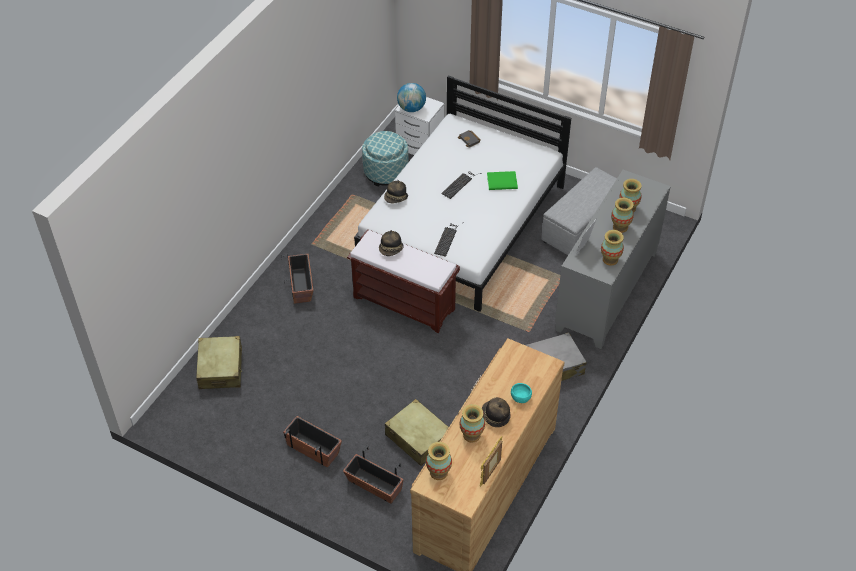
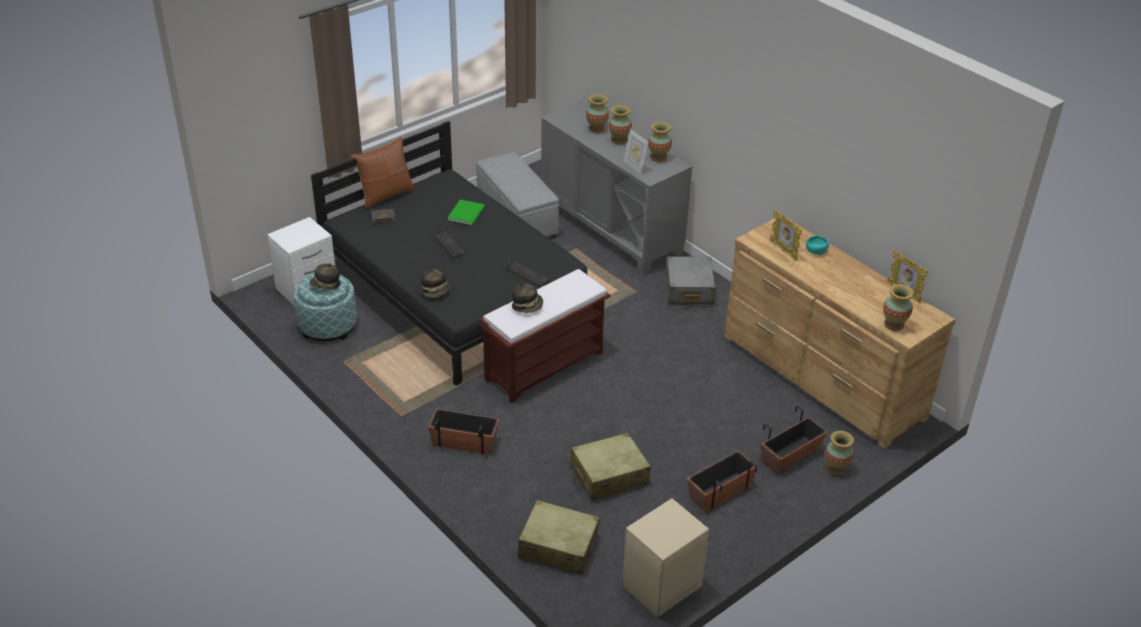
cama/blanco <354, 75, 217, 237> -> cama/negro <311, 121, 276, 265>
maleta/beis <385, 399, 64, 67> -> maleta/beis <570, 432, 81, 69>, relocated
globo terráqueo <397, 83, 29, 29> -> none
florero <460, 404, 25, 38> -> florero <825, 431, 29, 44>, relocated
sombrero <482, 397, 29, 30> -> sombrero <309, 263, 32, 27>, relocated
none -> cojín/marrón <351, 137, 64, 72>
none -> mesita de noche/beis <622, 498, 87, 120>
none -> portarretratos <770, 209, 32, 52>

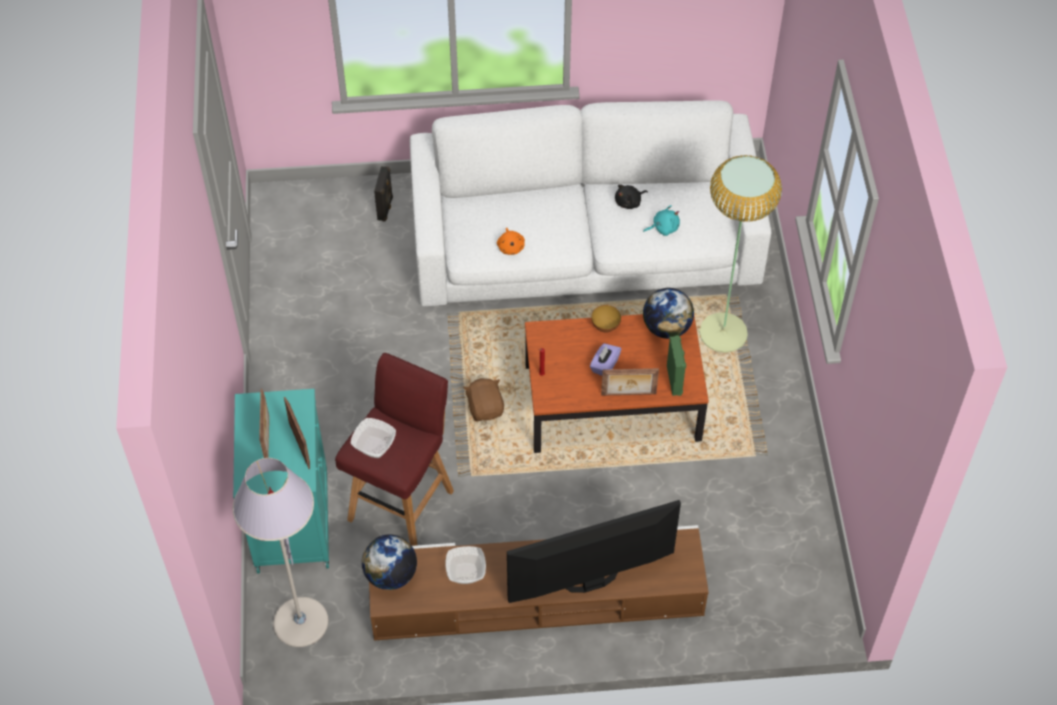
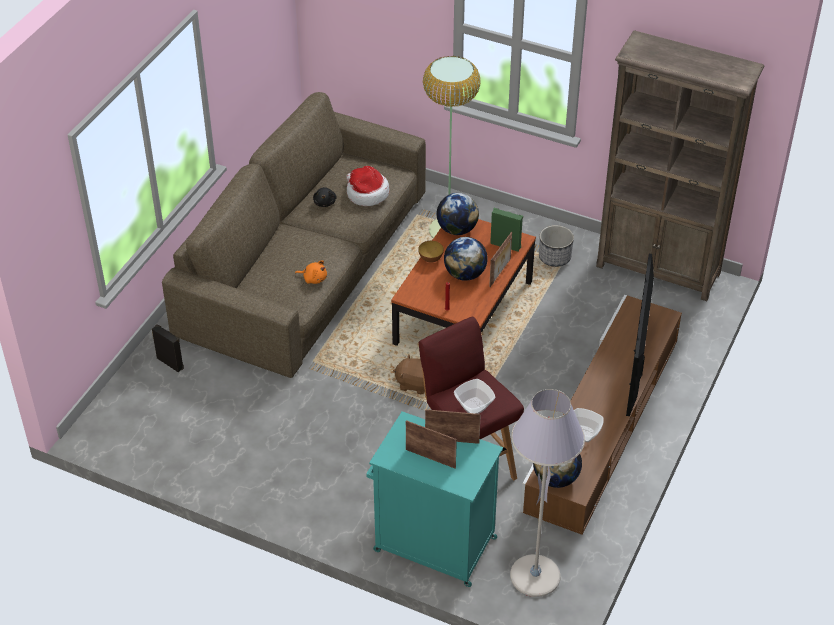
sofá/blanco <410, 100, 361, 206> -> sofá/marrón <162, 92, 264, 286>
caja de pañuelos/morado <590, 343, 31, 33> -> globo terráqueo <444, 237, 44, 44>
peluche/turquesa <643, 205, 37, 31> -> sombrero <346, 166, 44, 40>
none -> maceta <539, 225, 35, 42>
none -> estantería/marrón <596, 31, 168, 270>

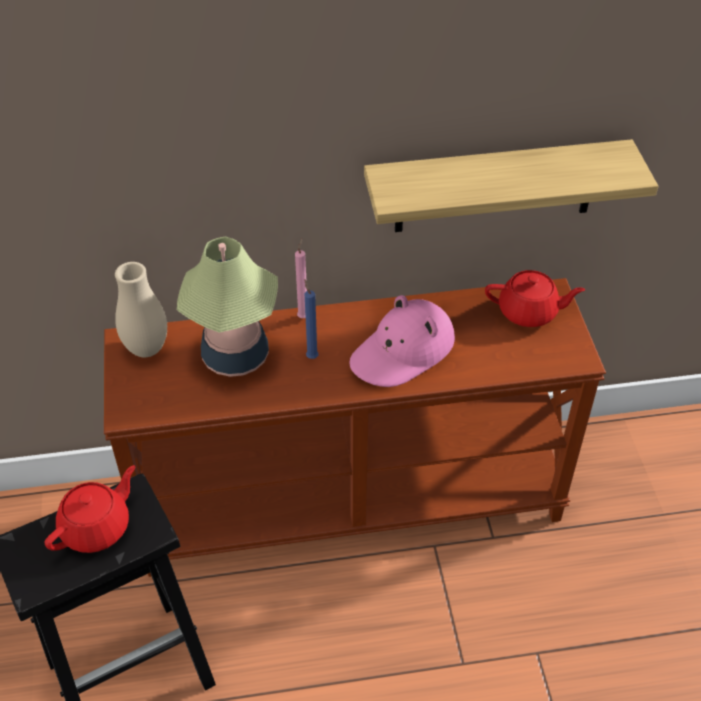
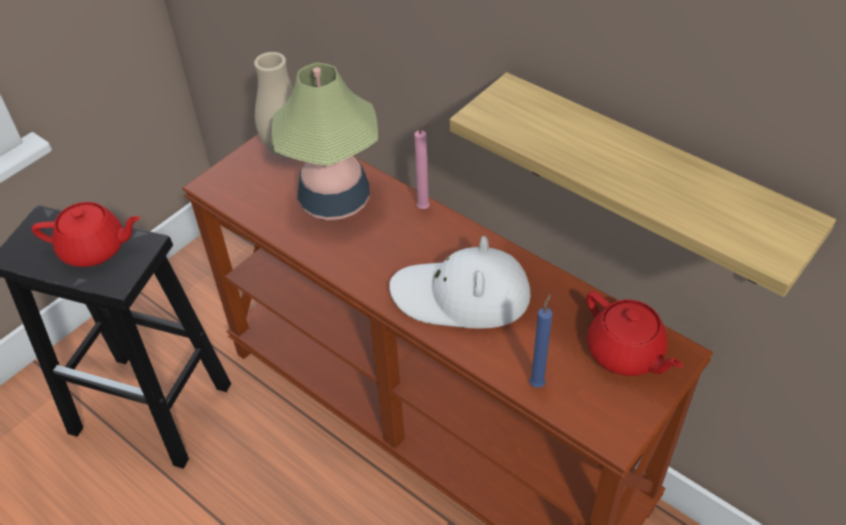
vela/azul <305, 280, 14, 79> -> vela/azul <529, 293, 23, 95>, relocated
sombrero/rosa <349, 295, 106, 92> -> sombrero/blanco <389, 236, 142, 92>

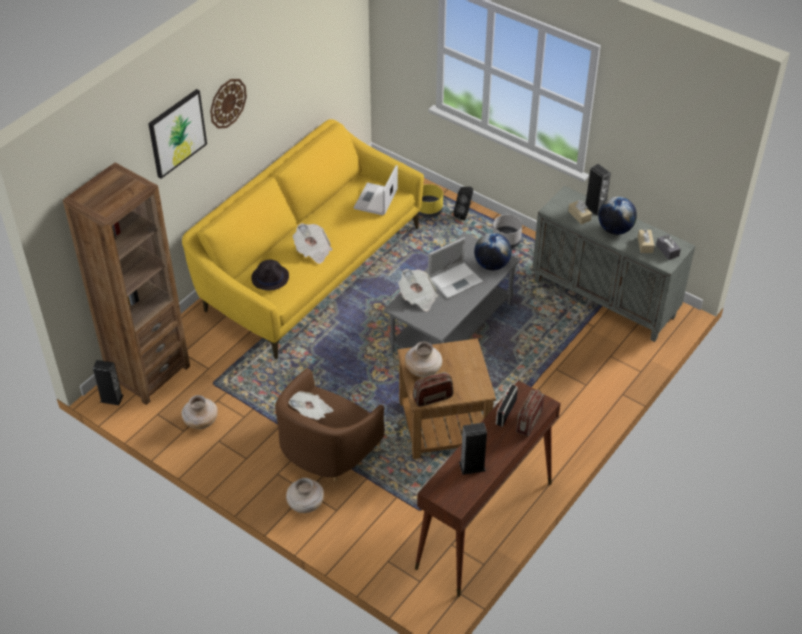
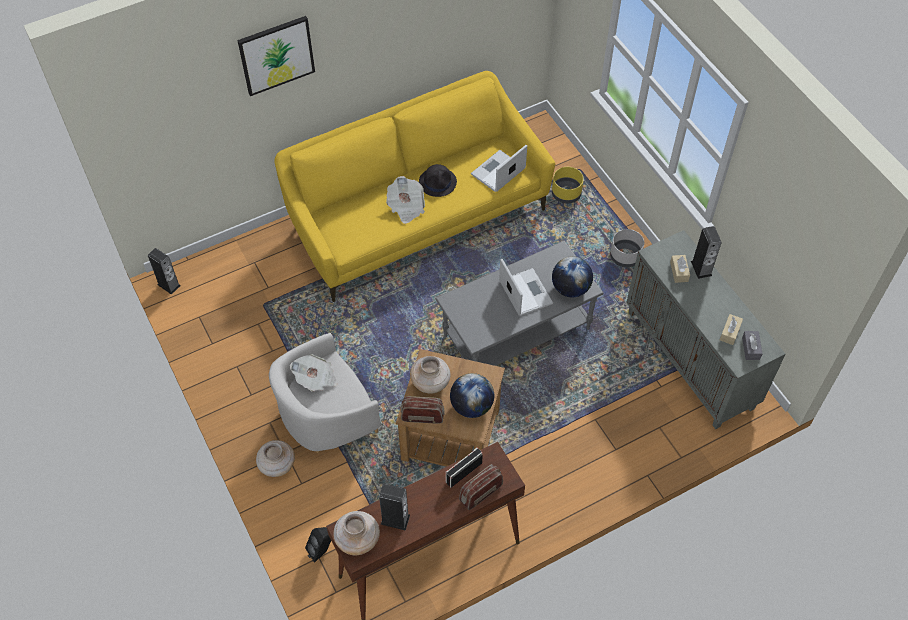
estantería/marrón <63, 163, 127, 242> -> none
florero/beis <182, 395, 36, 34> -> florero/beis <333, 511, 47, 45>, relocated
reloj de pared <210, 79, 37, 50> -> none
sombrero/negro <251, 260, 38, 31> -> sombrero/negro <419, 164, 38, 33>, relocated
sillón/marrón <275, 368, 109, 114> -> sillón/blanco <269, 333, 112, 120>
periódico <398, 269, 41, 42> -> none
portátil <428, 238, 55, 61> -> portátil <499, 259, 54, 57>, 105 degrees counterclockwise
altavoz/negro <453, 187, 20, 33> -> altavoz/negro <305, 527, 26, 36>, relocated
globo terráqueo <598, 197, 39, 38> -> globo terráqueo <450, 373, 44, 45>, relocated

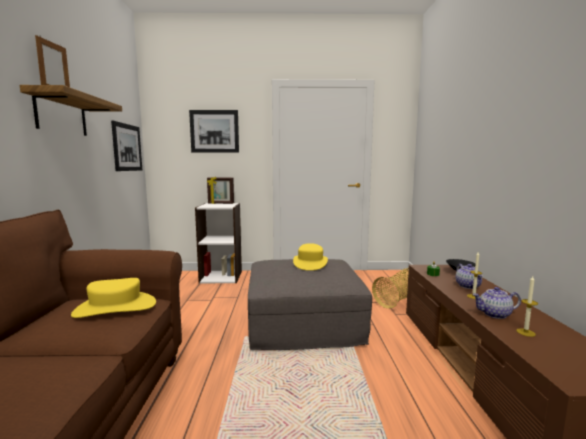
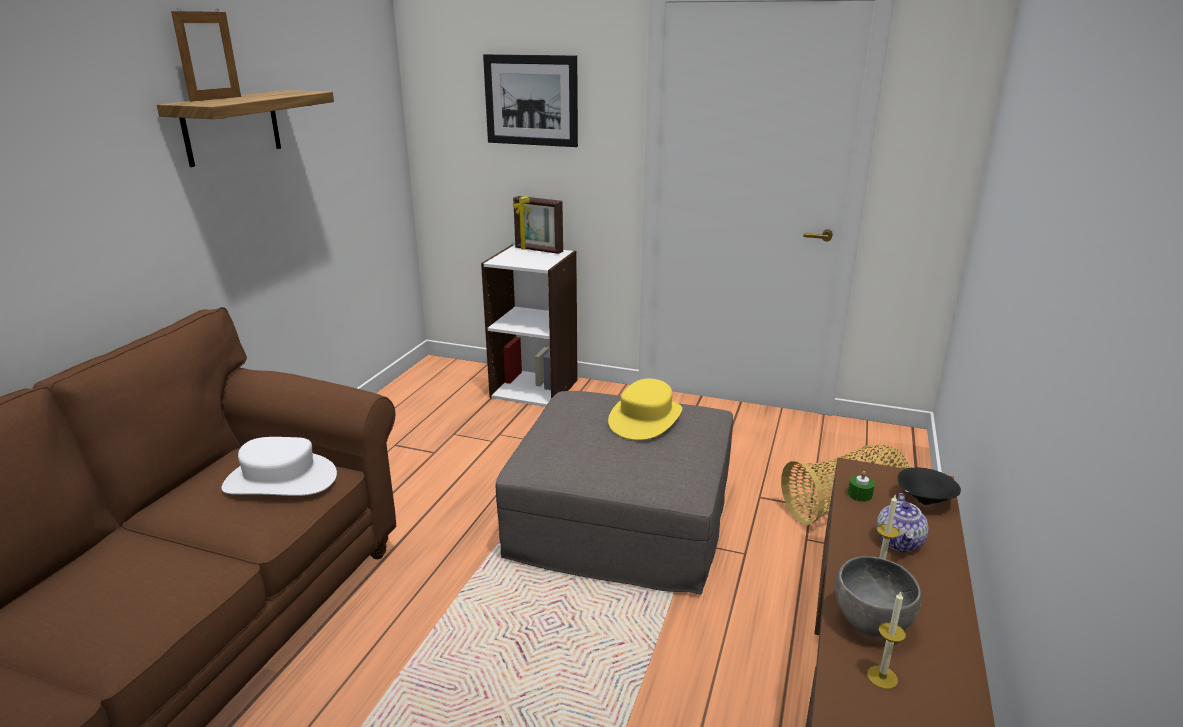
sombrero/amarillo <71, 278, 85, 40> -> sombrero/blanco <221, 437, 116, 59>
cuadro <111, 121, 31, 50> -> none
tetera <472, 287, 49, 32> -> cuenco/gris <835, 556, 87, 81>

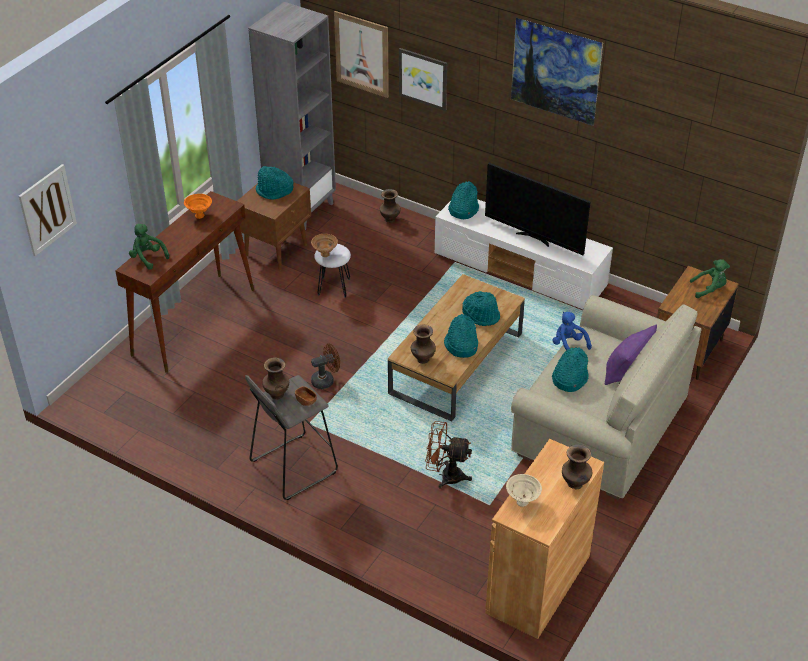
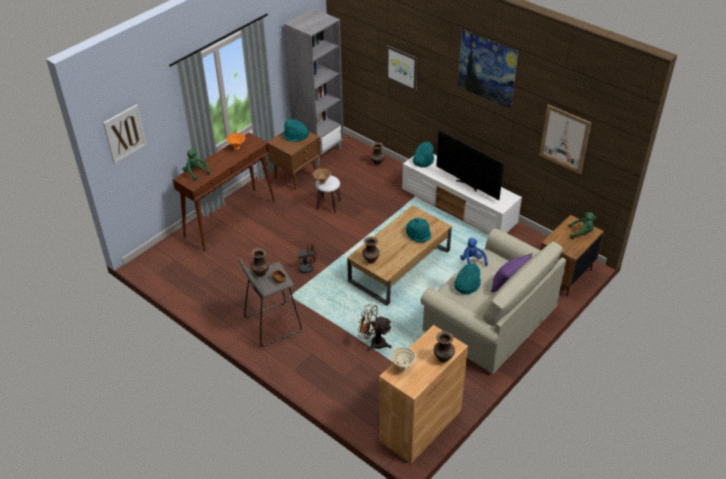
cuadro <334, 11, 55, 87> -> cuadro <539, 105, 52, 69>, relocated
sombrero/turquesa <444, 314, 34, 44> -> none

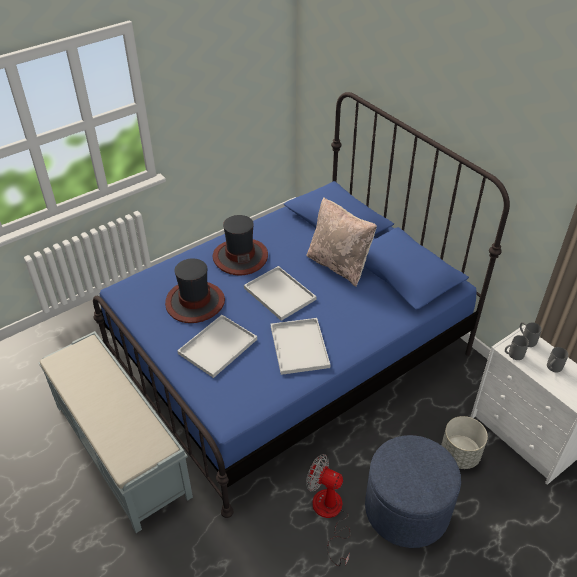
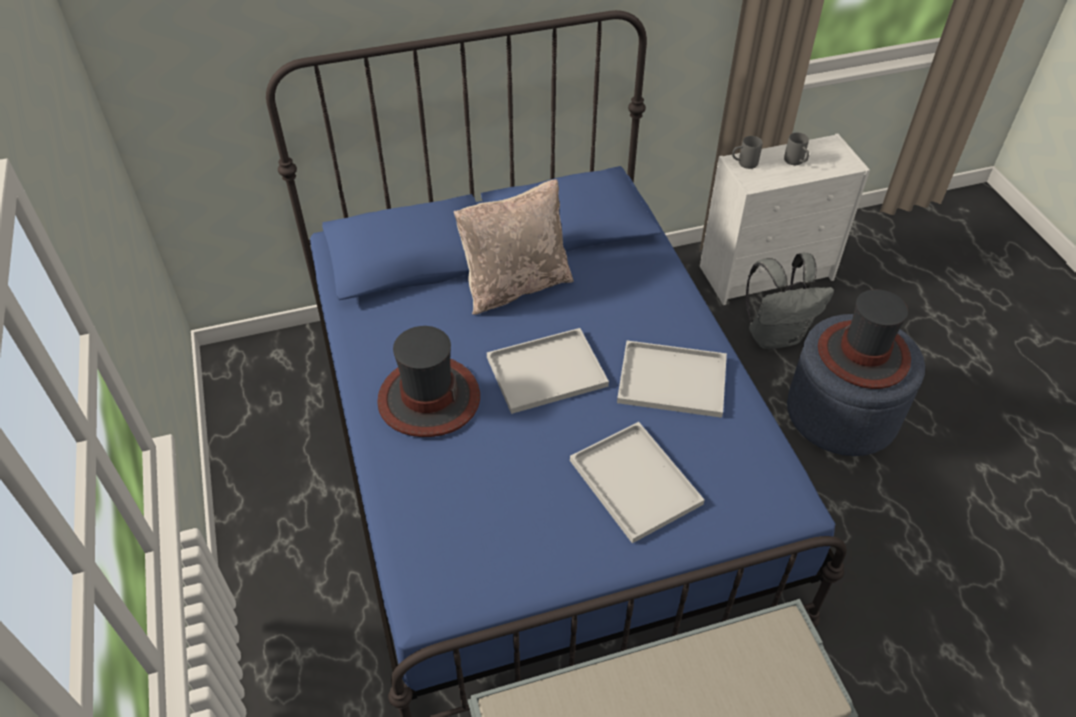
sombrero <165, 258, 60, 65> -> sombrero <818, 289, 93, 100>, relocated
ventilador <306, 454, 45, 112> -> none
maceta/gris <441, 416, 47, 53> -> mochila/gris <746, 253, 88, 96>
taza grande/gris <505, 335, 24, 25> -> none

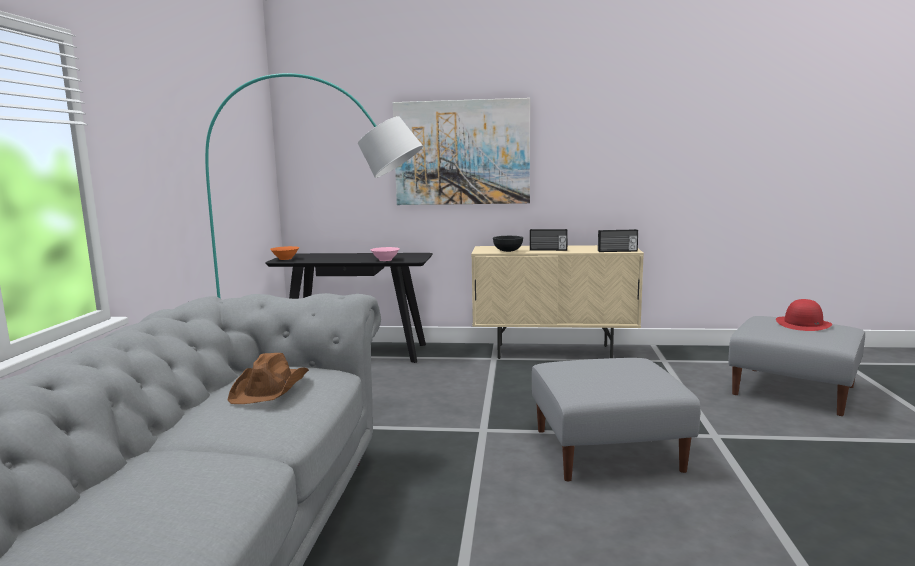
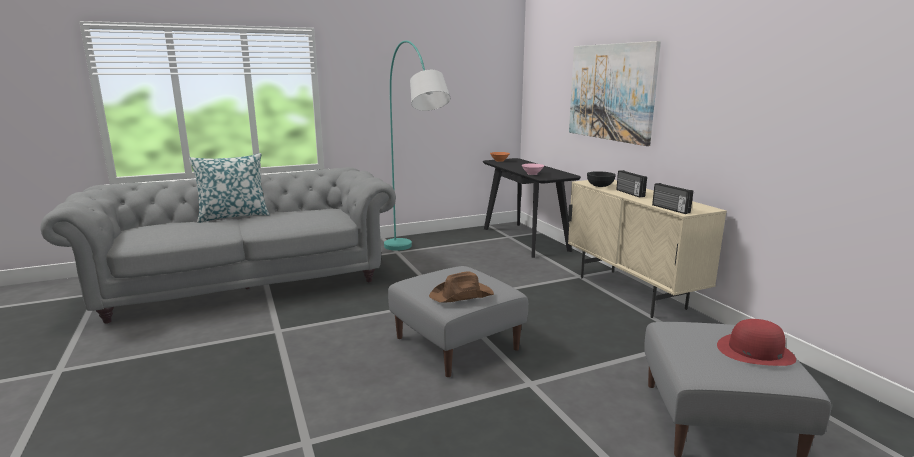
sombrero/marrón <228, 353, 81, 51> -> sombrero/marrón <429, 271, 65, 32>, relocated
none -> cojín <189, 153, 81, 70>

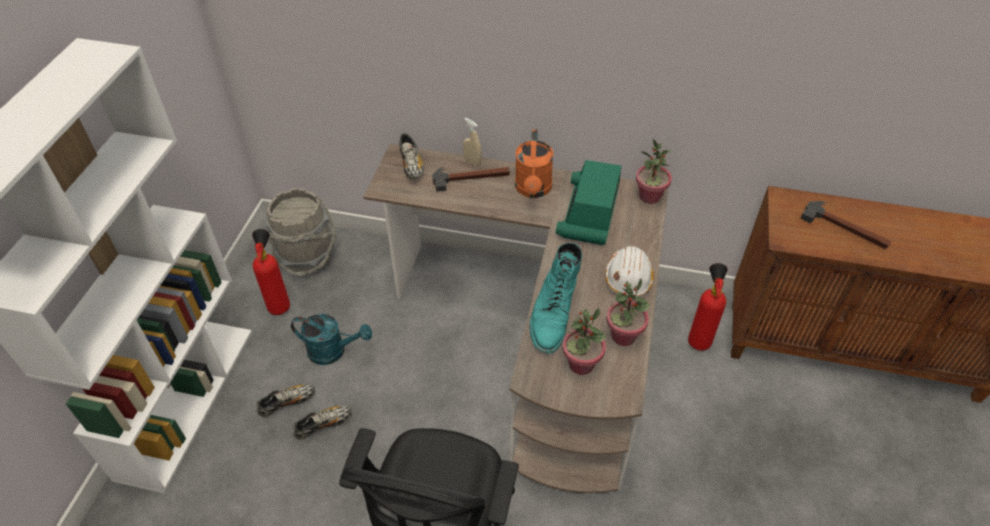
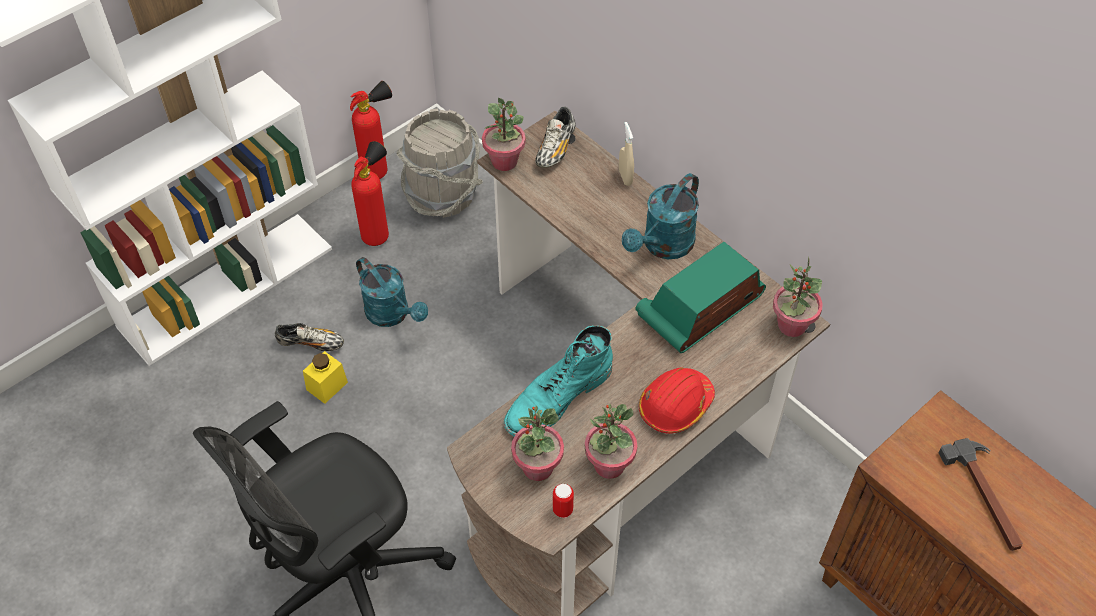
zapato <292, 405, 59, 35> -> tarro/amarillo <303, 351, 45, 53>
martillo <432, 167, 78, 25> -> none
regadera/naranja <515, 129, 38, 69> -> regadera/turquesa <622, 173, 77, 86>
casco/blanco <605, 246, 49, 51> -> casco/rojo <639, 368, 76, 66>
extintor <688, 263, 40, 88> -> extintor <350, 81, 42, 98>, relocated
none -> planta en maceta <482, 98, 44, 73>
none -> lata <553, 484, 21, 34>

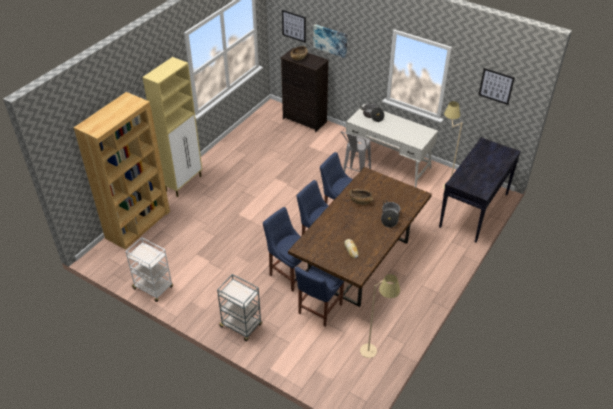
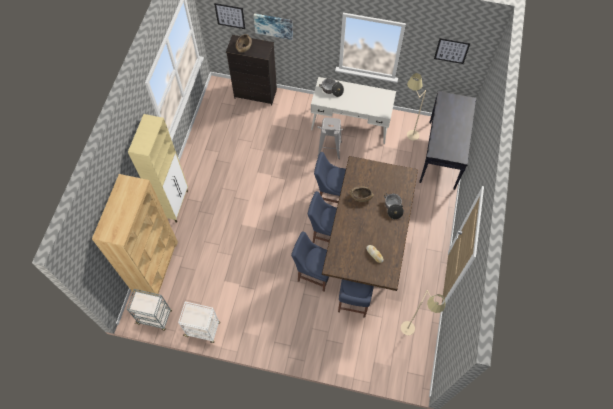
carrito/gris <217, 274, 45, 67> -> carrito/gris <127, 289, 45, 42>, relocated

